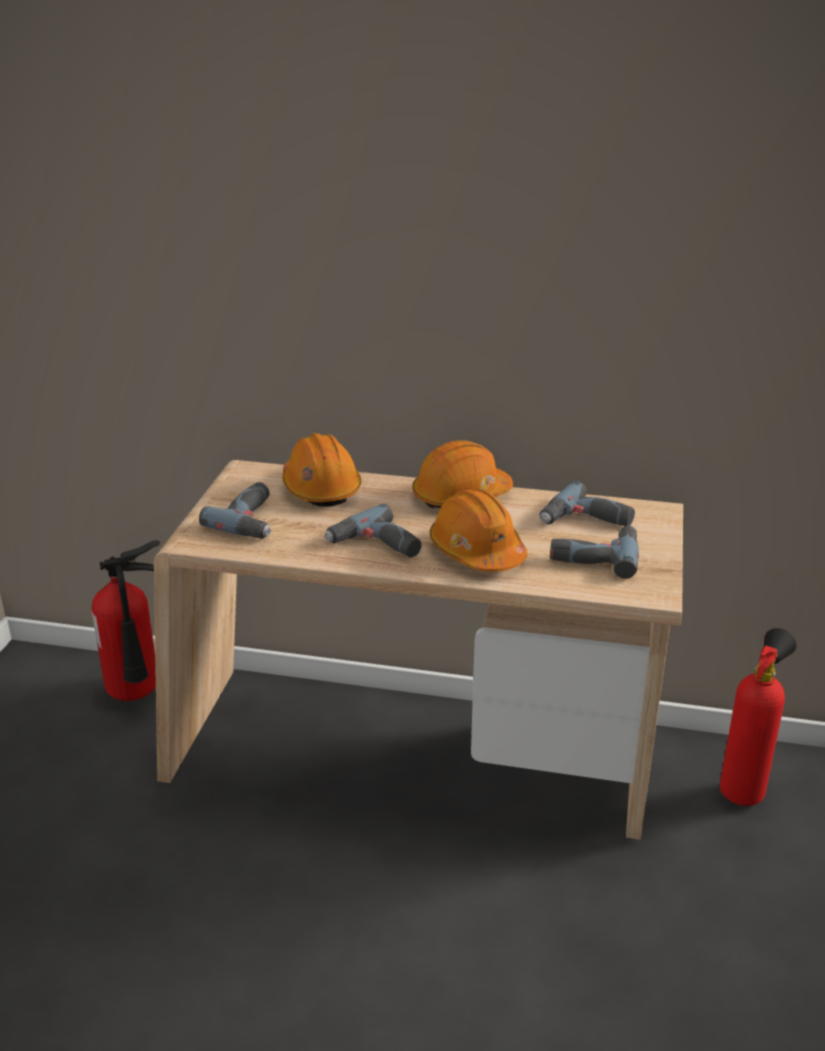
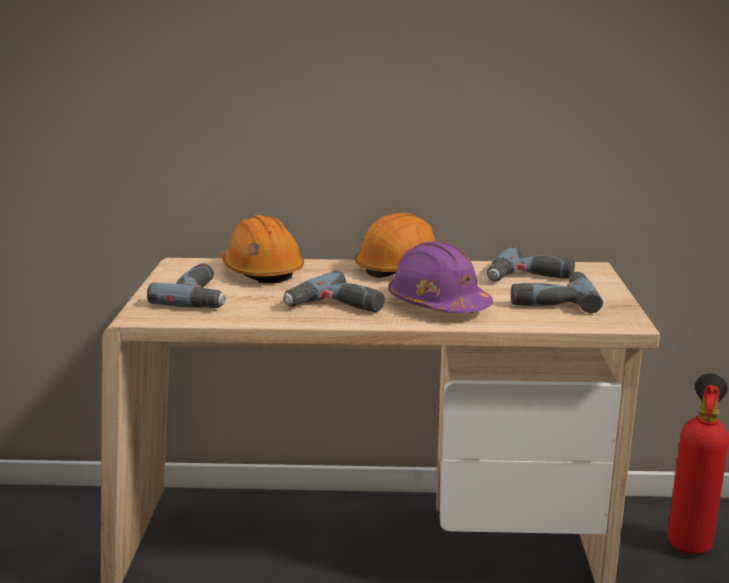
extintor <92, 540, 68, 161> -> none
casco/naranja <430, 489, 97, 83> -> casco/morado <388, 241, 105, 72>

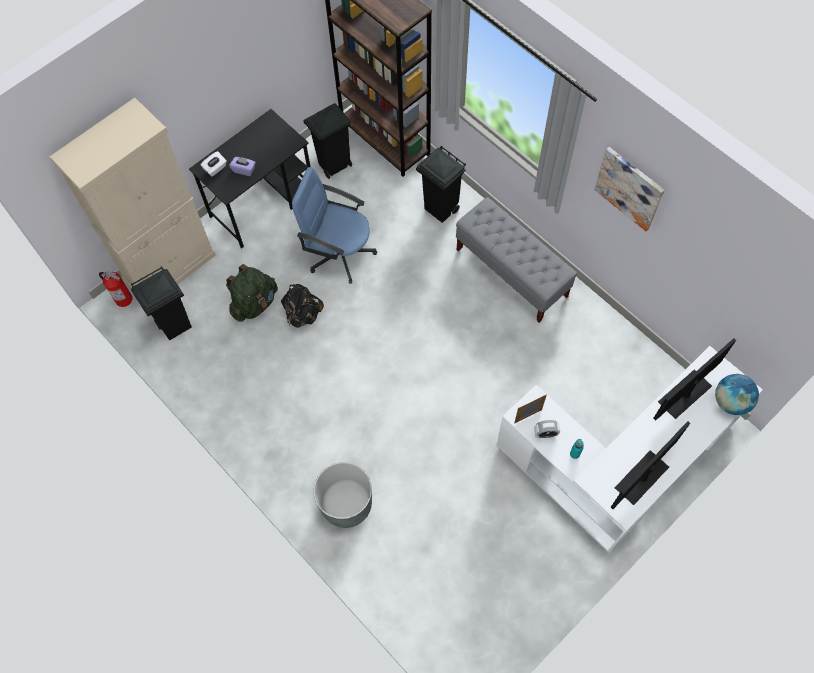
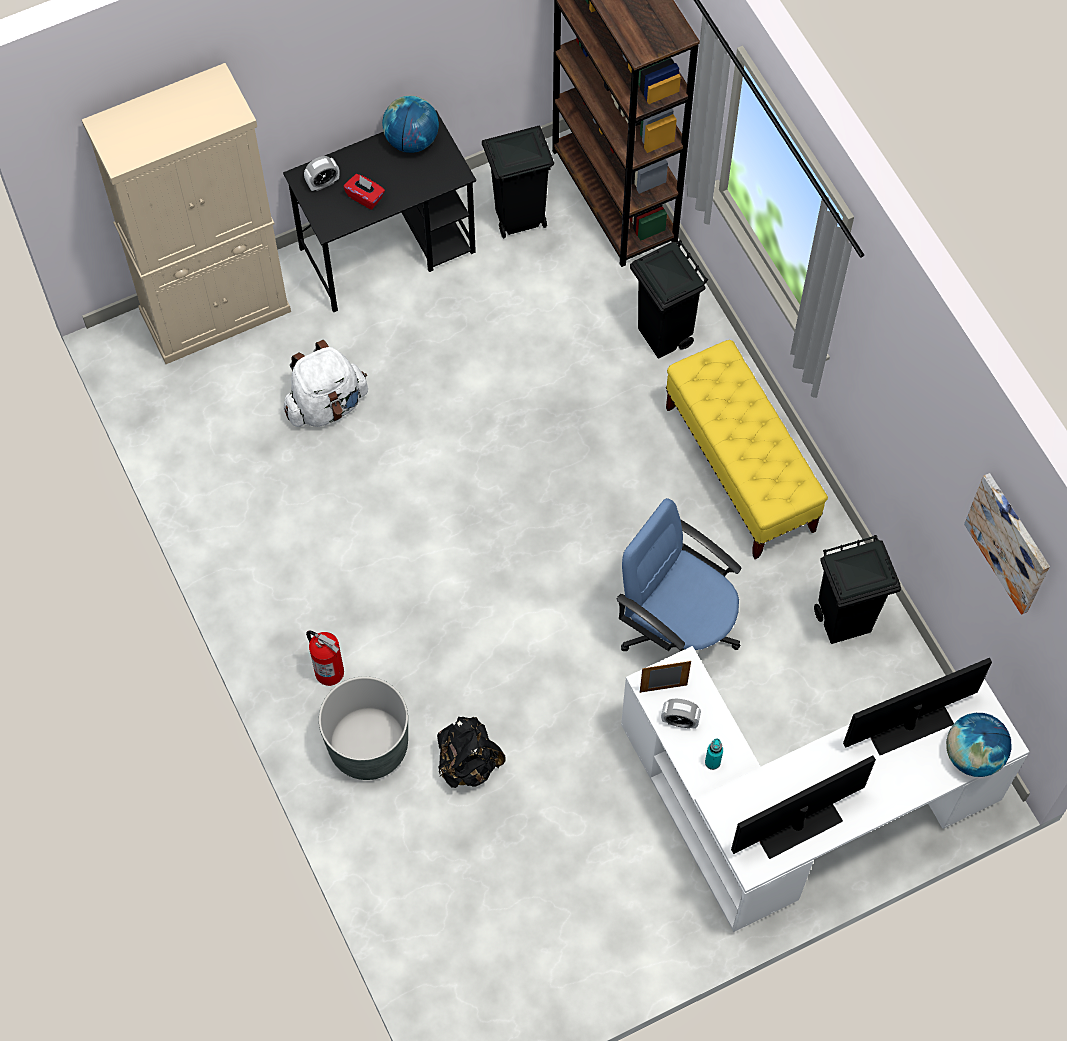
extintor <99, 272, 34, 35> -> extintor <306, 630, 38, 56>, relocated
papelera/negro <131, 266, 61, 74> -> papelera/negro <814, 535, 87, 109>, relocated
caja de pañuelos/blanco <200, 151, 27, 26> -> despertador <304, 156, 36, 35>
mochila/verde <226, 264, 52, 58> -> mochila/blanco <284, 340, 84, 87>
caja de pañuelos/morado <229, 157, 27, 19> -> caja de pañuelos/rojo <344, 174, 41, 36>
mochila/negro <281, 284, 43, 44> -> mochila/negro <437, 717, 69, 71>, relocated
silla de oficina/azul <292, 167, 85, 117> -> silla de oficina/azul <616, 498, 126, 153>, relocated
banco/gris <456, 197, 121, 126> -> banco/amarillo <666, 340, 162, 219>
cuadro <595, 147, 70, 84> -> cuadro <964, 473, 86, 142>, relocated
none -> globo terráqueo <382, 95, 57, 58>

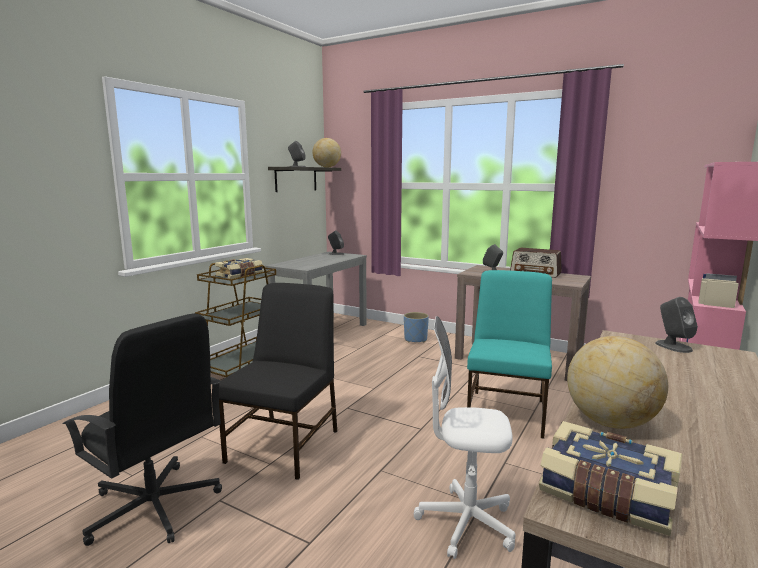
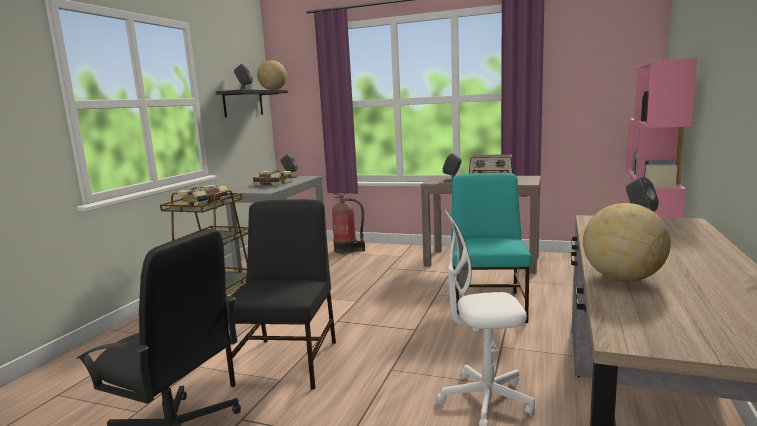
maceta/azul <404, 312, 25, 31> -> none
libro <539, 421, 143, 115> -> libro <252, 170, 40, 16>, relocated
none -> extintor <332, 194, 33, 60>

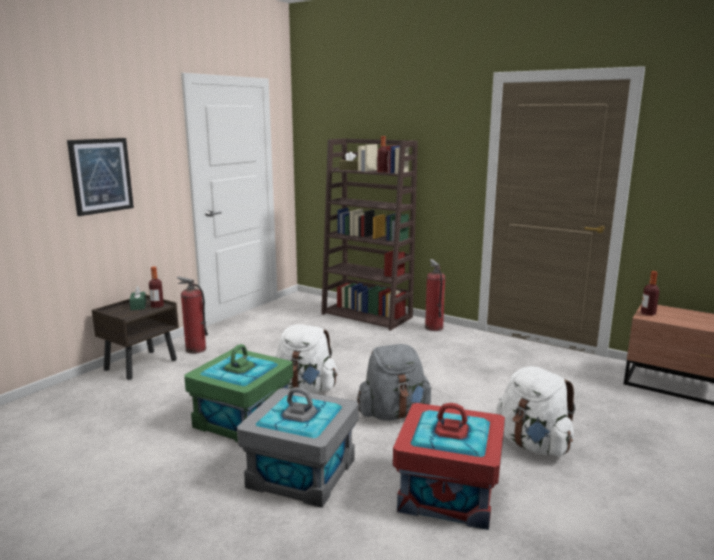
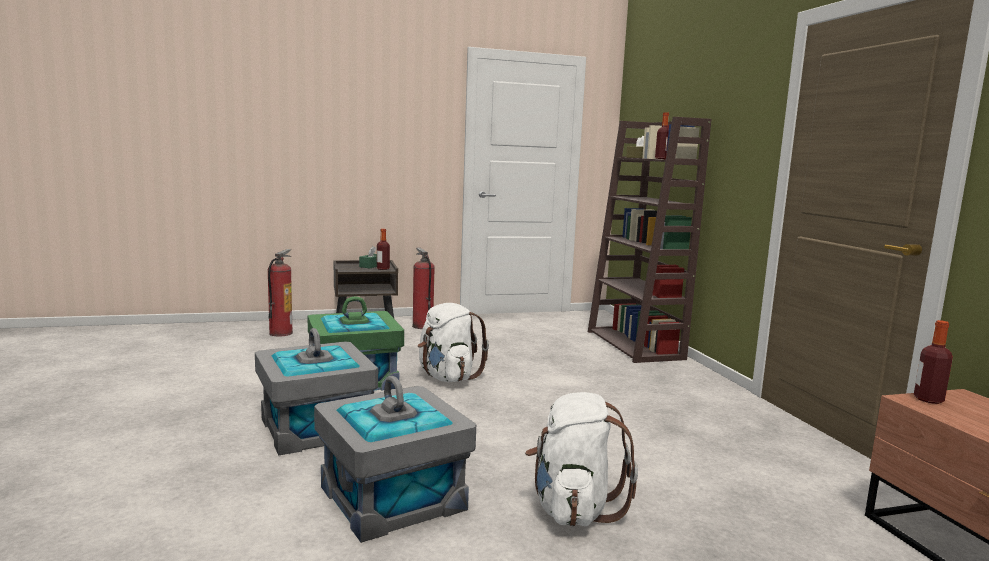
cuadro <67, 138, 67, 78> -> none
mochila/gris <357, 344, 75, 77> -> none
caja de almacenaje/rojo <393, 403, 112, 127> -> caja de almacenaje/gris <314, 376, 162, 167>
extintor <425, 259, 20, 72> -> extintor <268, 249, 25, 88>, relocated

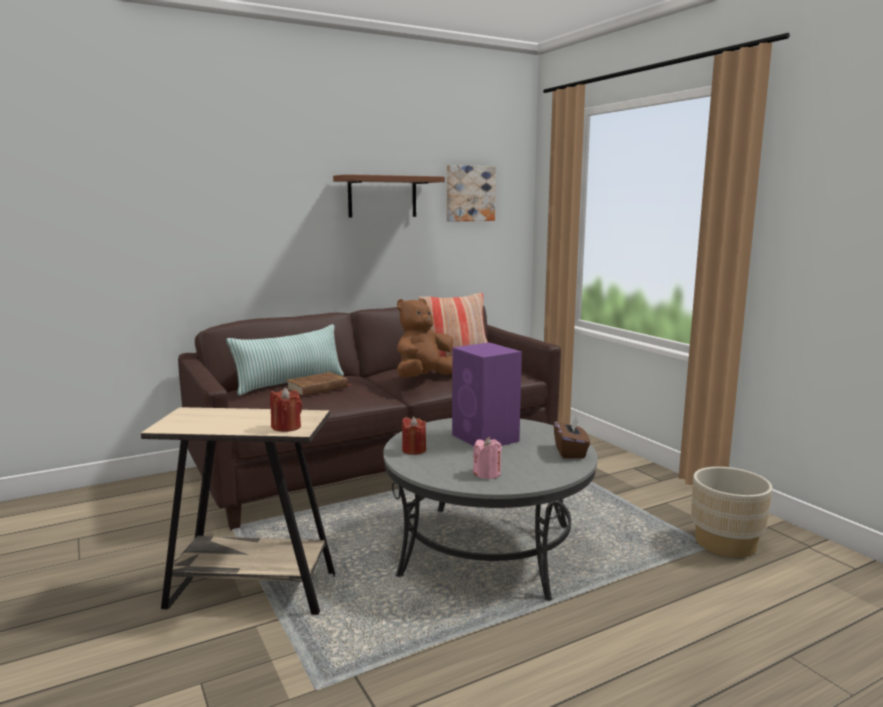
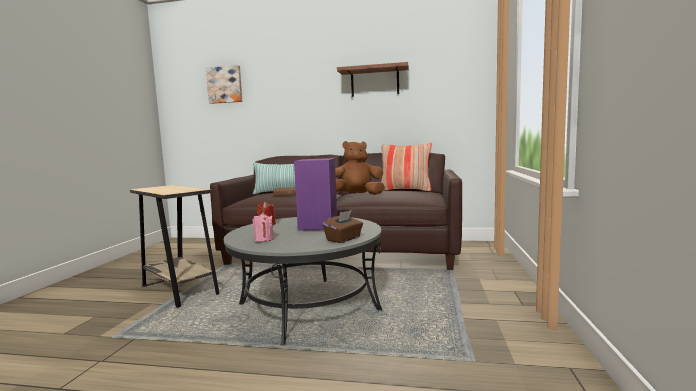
vela/rojo <270, 387, 32, 45> -> none
cuadro <447, 165, 49, 57> -> cuadro <206, 65, 37, 39>, relocated
maceta/beis <691, 467, 81, 91> -> none

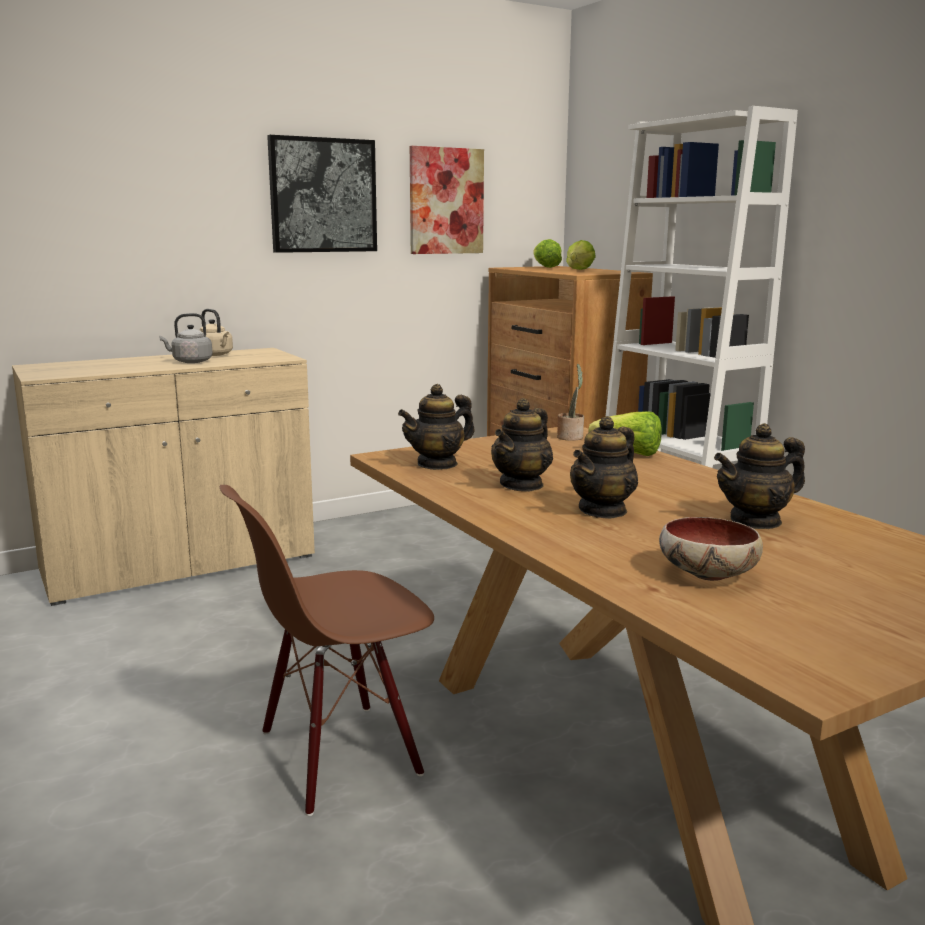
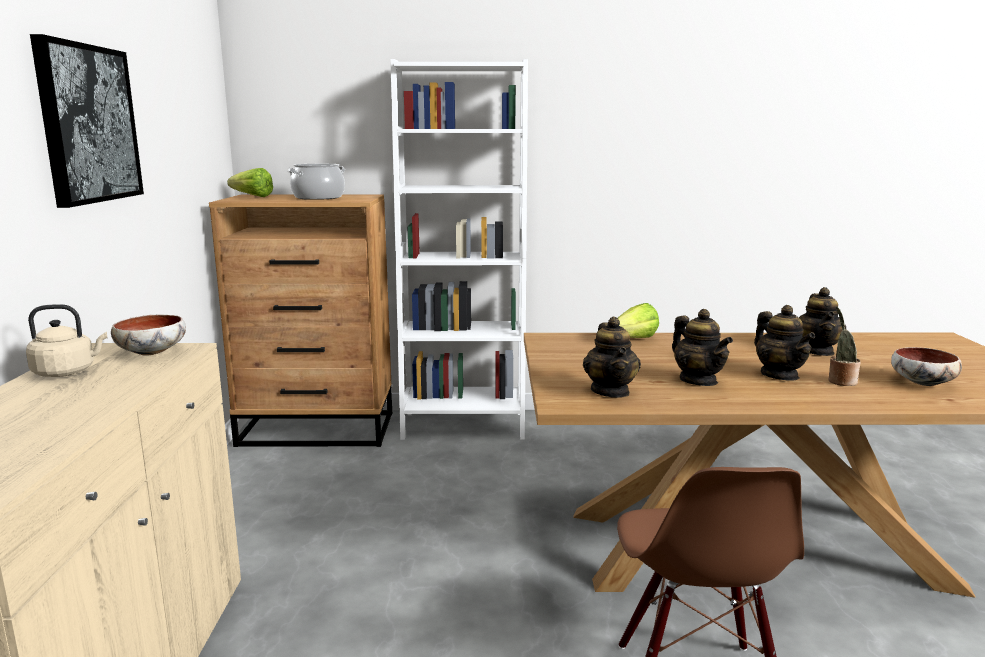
hervidor/gris <159, 313, 54, 50> -> none
cuadro <410, 146, 74, 108> -> none
planta en maceta <557, 364, 27, 77> -> planta en maceta <828, 306, 33, 80>, relocated
lechuga <566, 240, 30, 30> -> olla <288, 164, 57, 36>
none -> cuenco <111, 315, 75, 40>

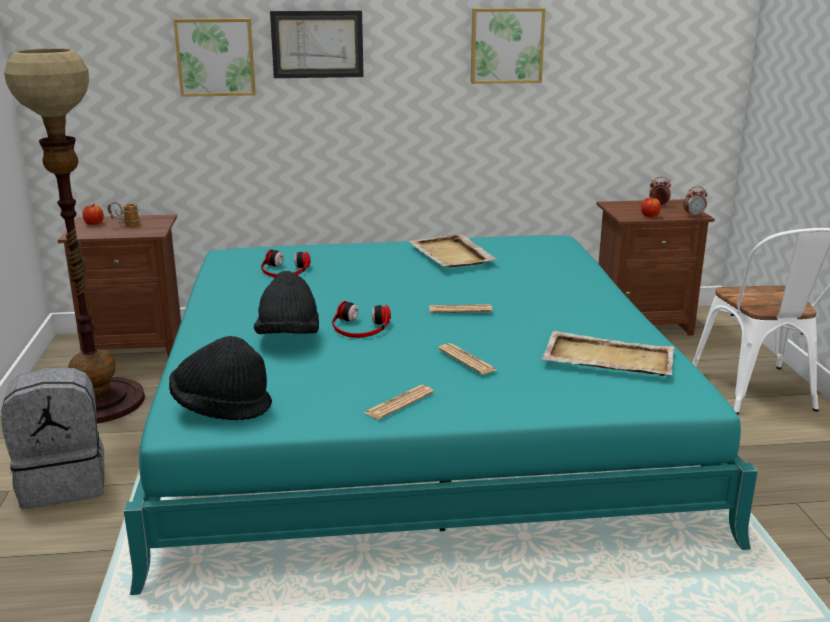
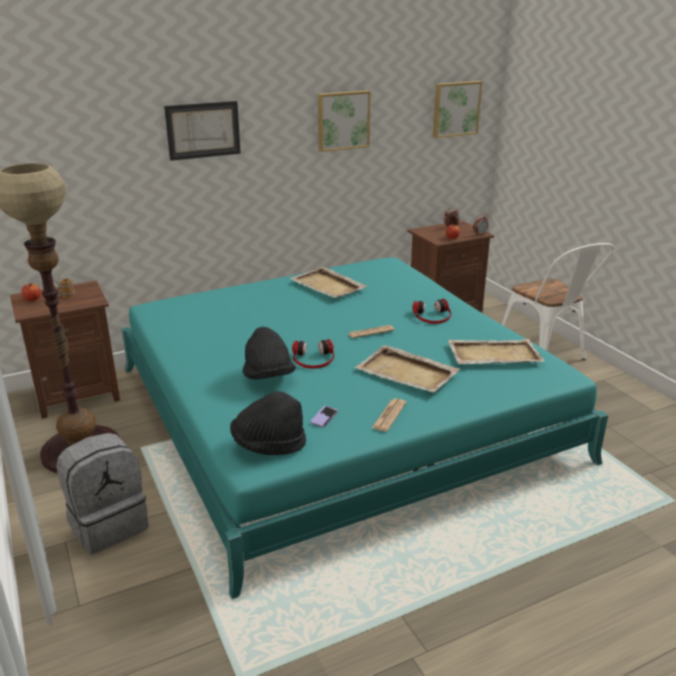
cuadro <173, 18, 83, 79> -> cuadro <433, 81, 49, 57>, relocated
auriculares <261, 249, 50, 28> -> auriculares <412, 299, 39, 25>, relocated
periódico <438, 343, 59, 31> -> bandeja/beis <355, 345, 105, 48>
none -> móvil <311, 406, 27, 22>

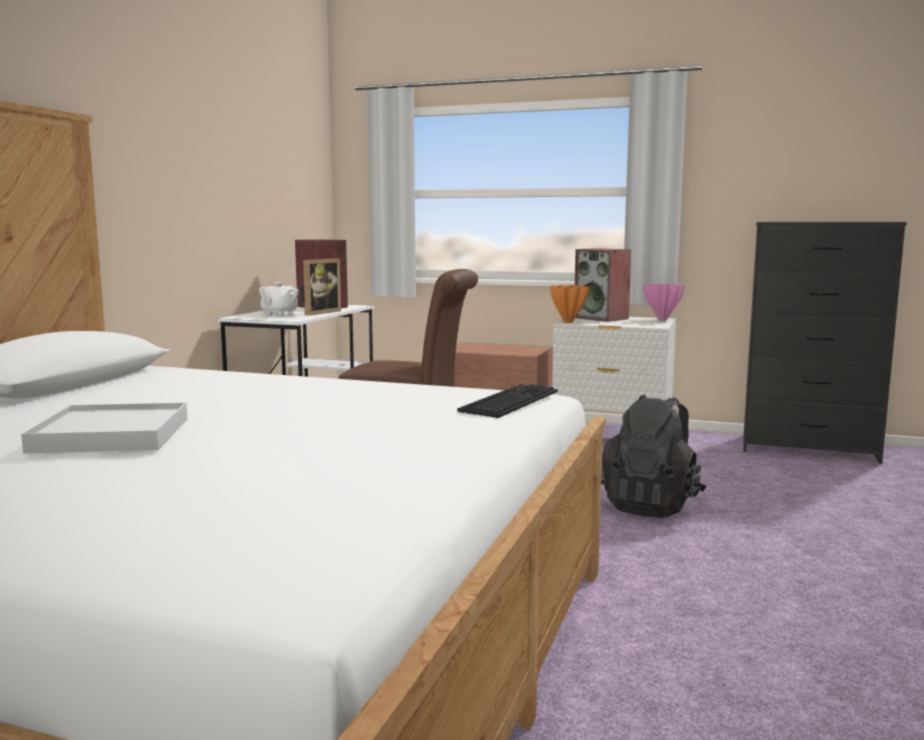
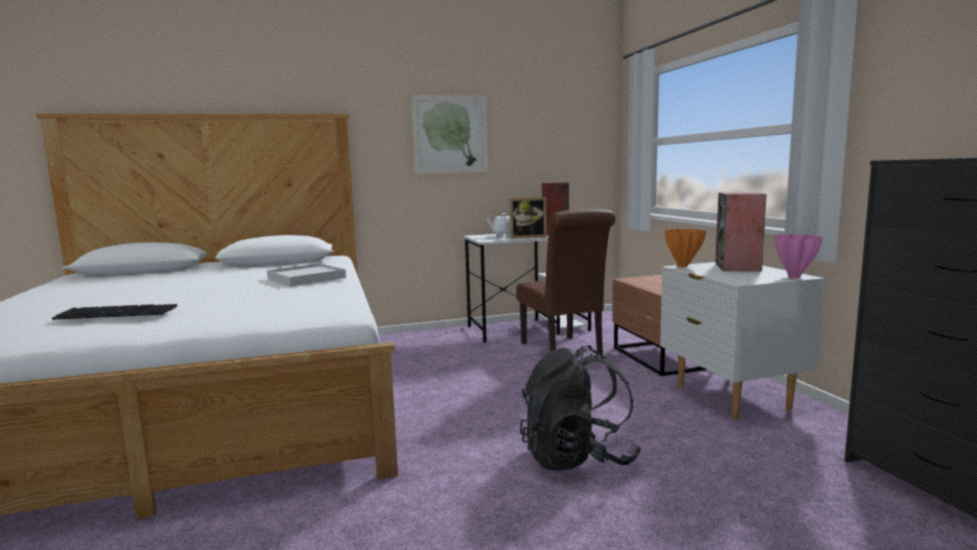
bandeja/blanco <21, 403, 167, 51> -> bandeja/blanco <267, 263, 79, 24>, relocated
teclado <457, 384, 101, 34> -> teclado <52, 304, 125, 16>, relocated
none -> cuadro <411, 95, 77, 79>

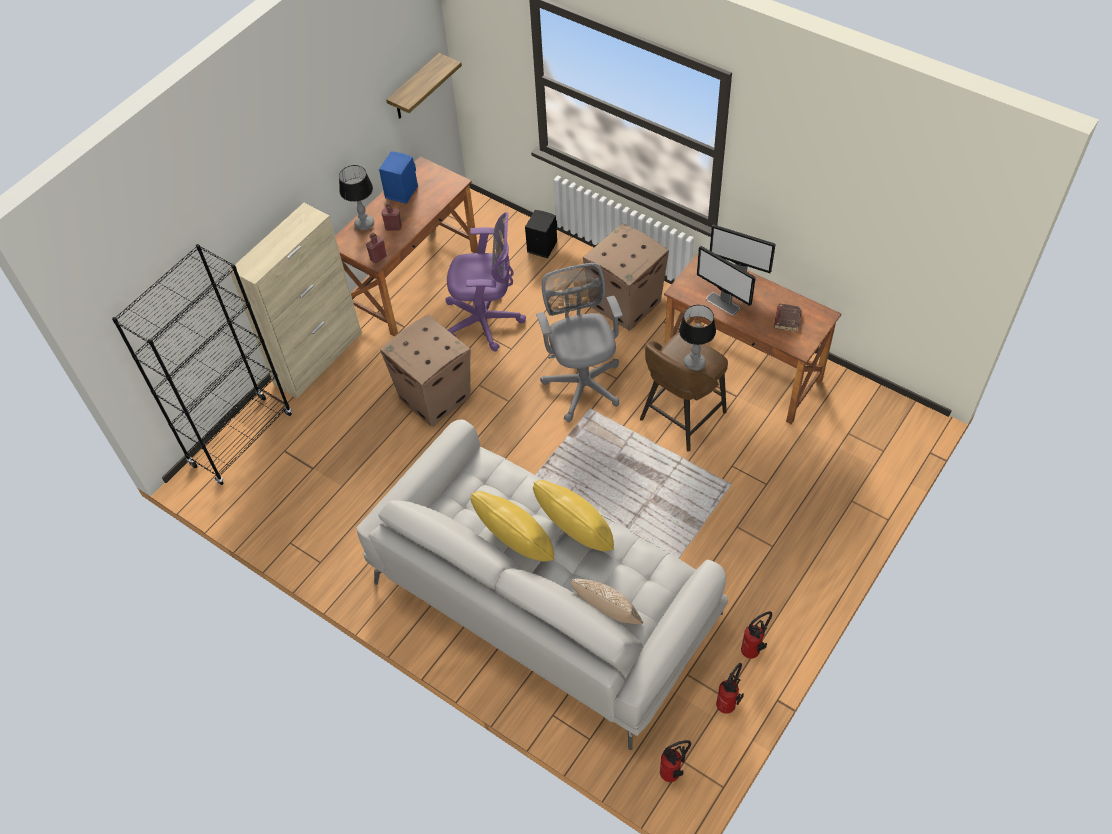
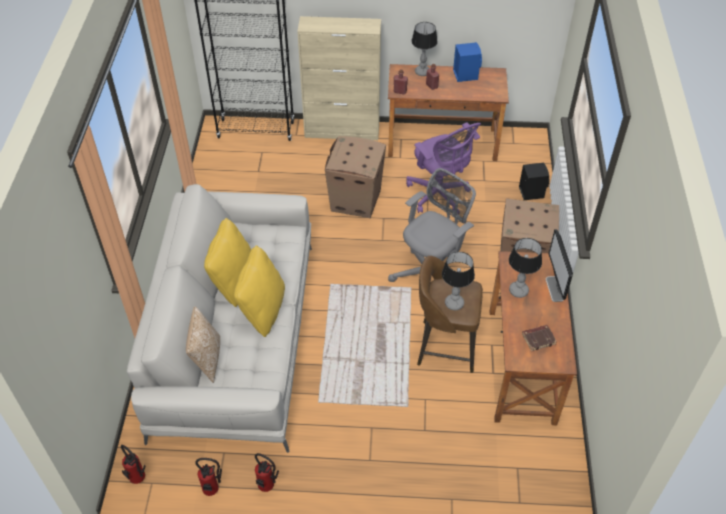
estante <386, 53, 76, 66> -> none
monitor <697, 246, 59, 69> -> lámpara de mesa <509, 238, 33, 60>

